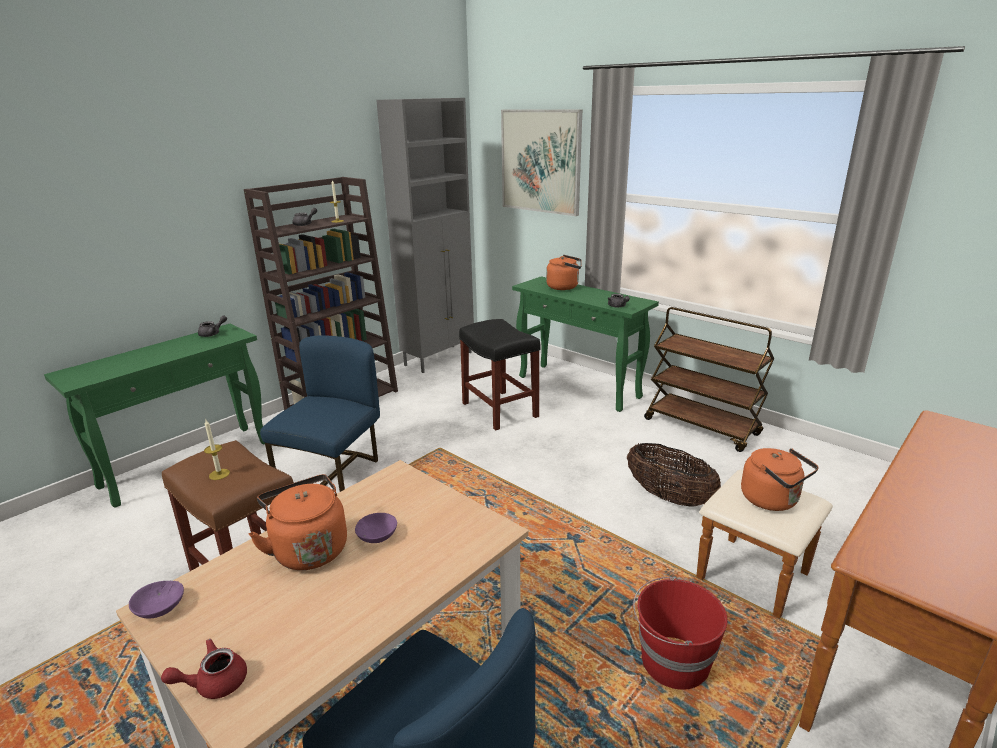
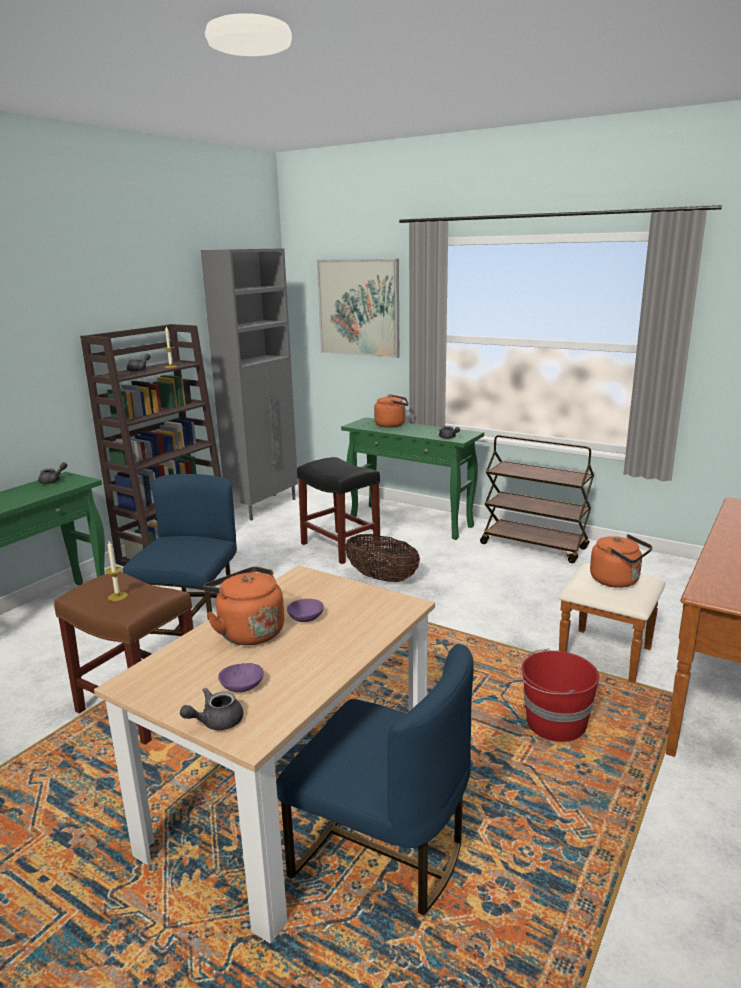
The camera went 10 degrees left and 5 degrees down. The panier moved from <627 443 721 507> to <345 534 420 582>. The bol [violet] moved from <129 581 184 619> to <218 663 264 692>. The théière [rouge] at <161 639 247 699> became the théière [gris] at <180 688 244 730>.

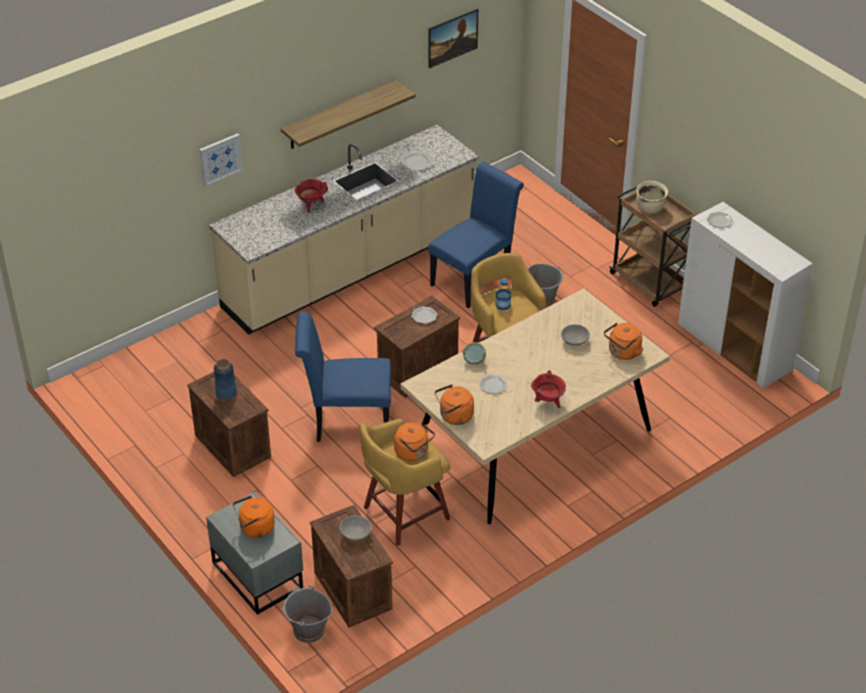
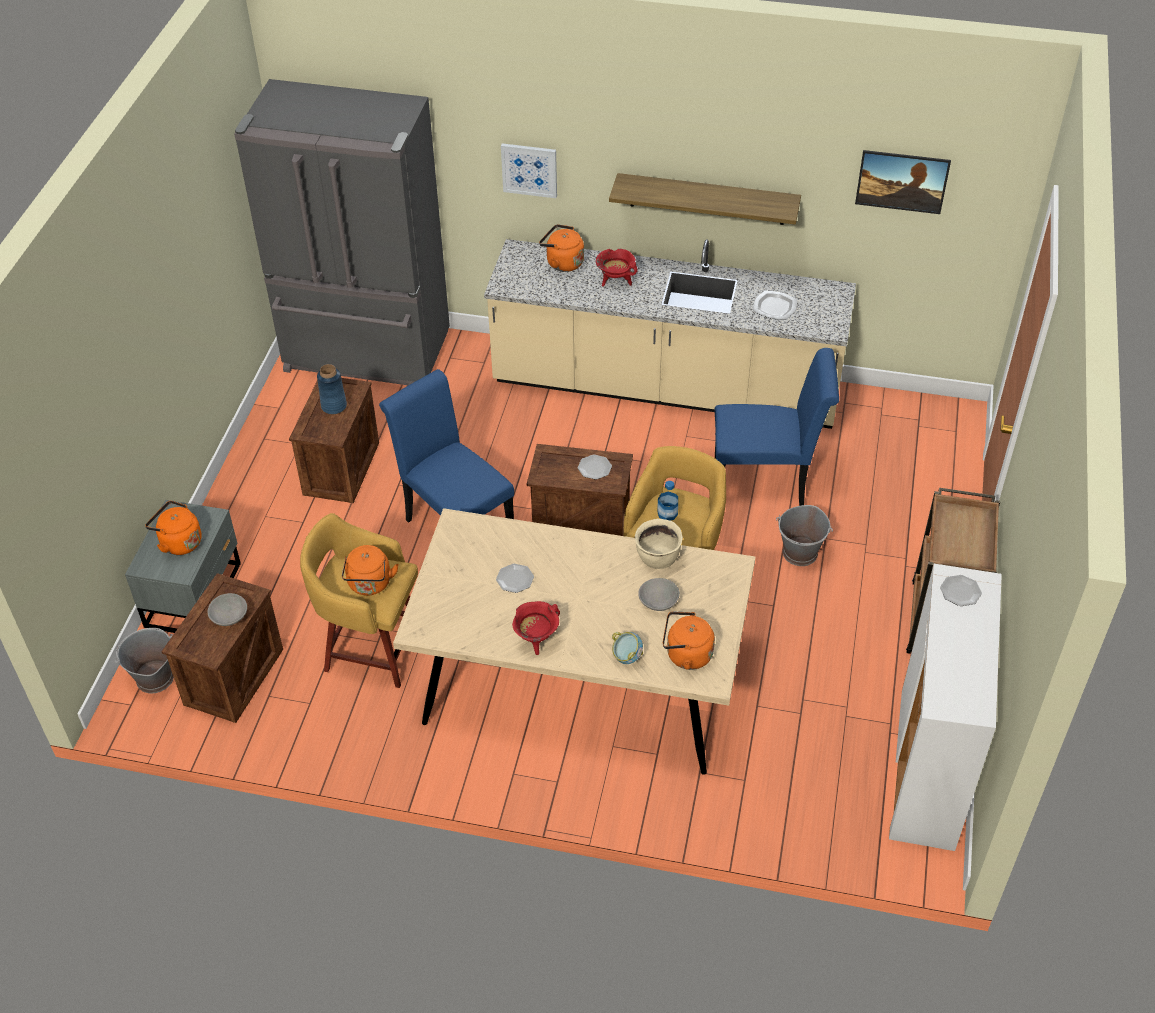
The camera went 50 degrees right and 5 degrees up. The marmite [beige] moved from <636 181 668 214> to <635 519 683 569>. The bol moved from <462 342 486 365> to <612 632 643 664>. The bouilloire [orange] moved from <435 384 474 425> to <539 224 584 272>. The réfrigérateur [gris] at <234 79 450 385> appeared.

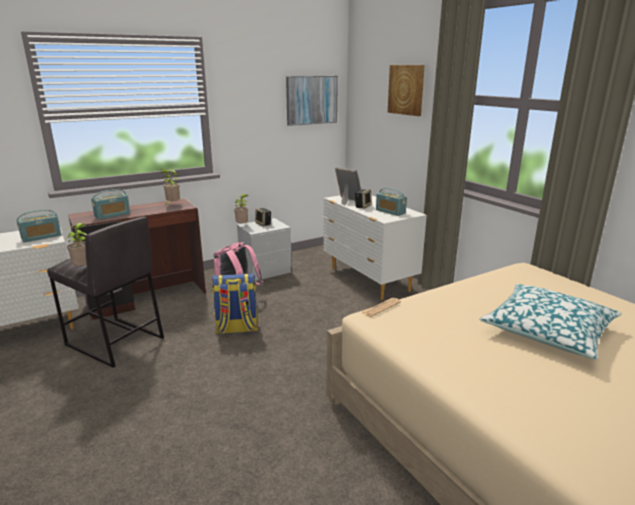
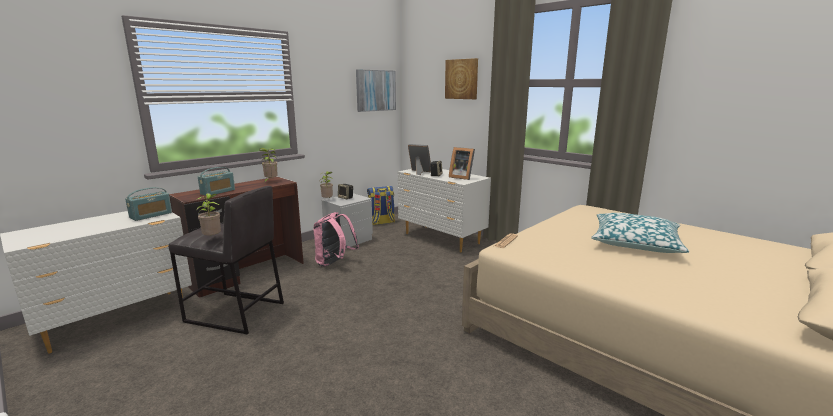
The camera went 15 degrees left and 5 degrees down. The radio at <376 188 407 216> was replaced by the cadre photo at <449 147 475 180>. The sac à dos moved from <212 273 258 334> to <367 186 395 225>.

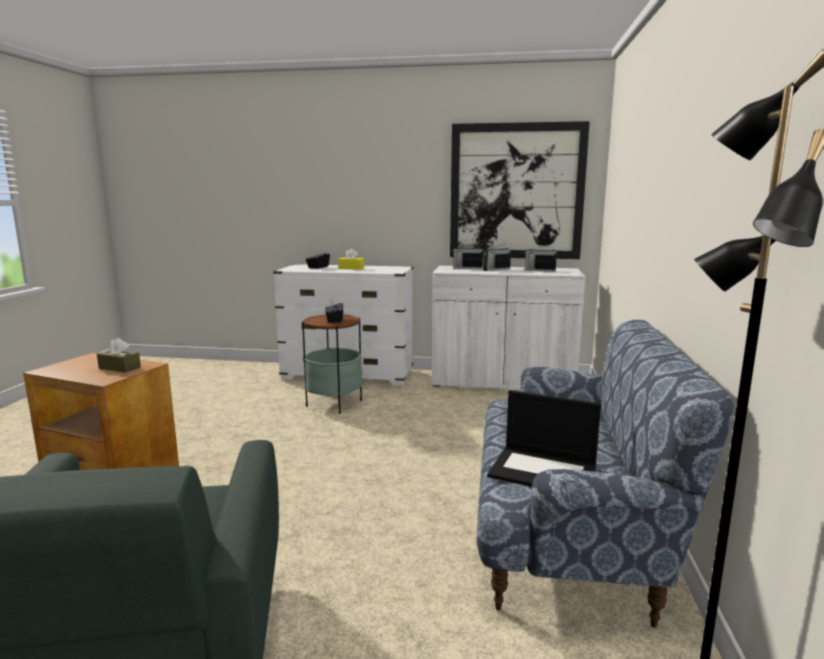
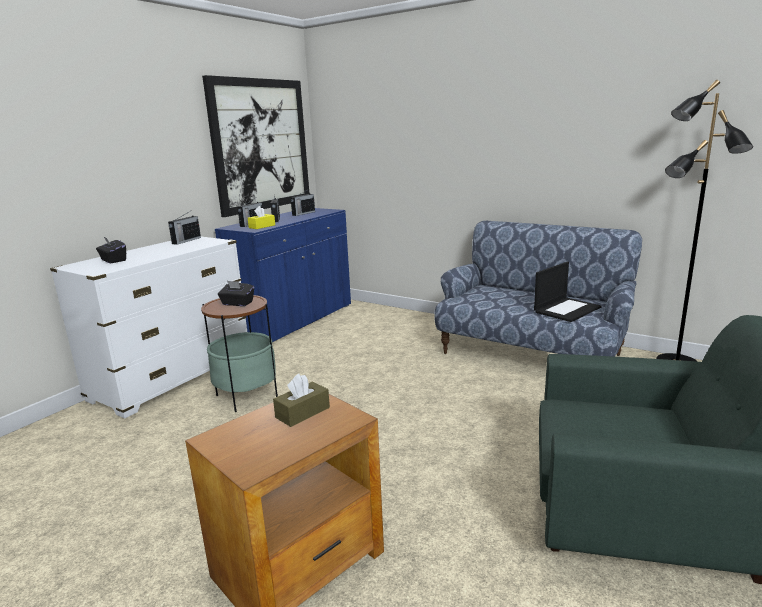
The camera went 65 degrees left and 5 degrees up. The boîte à mouchoirs [jaune] moved from <338 249 364 270> to <248 206 275 229>. The meuble de rangement [blanc] at <432 266 586 390> became the meuble de rangement [bleu] at <215 208 351 342>. The radio at <168 211 201 245> appeared.

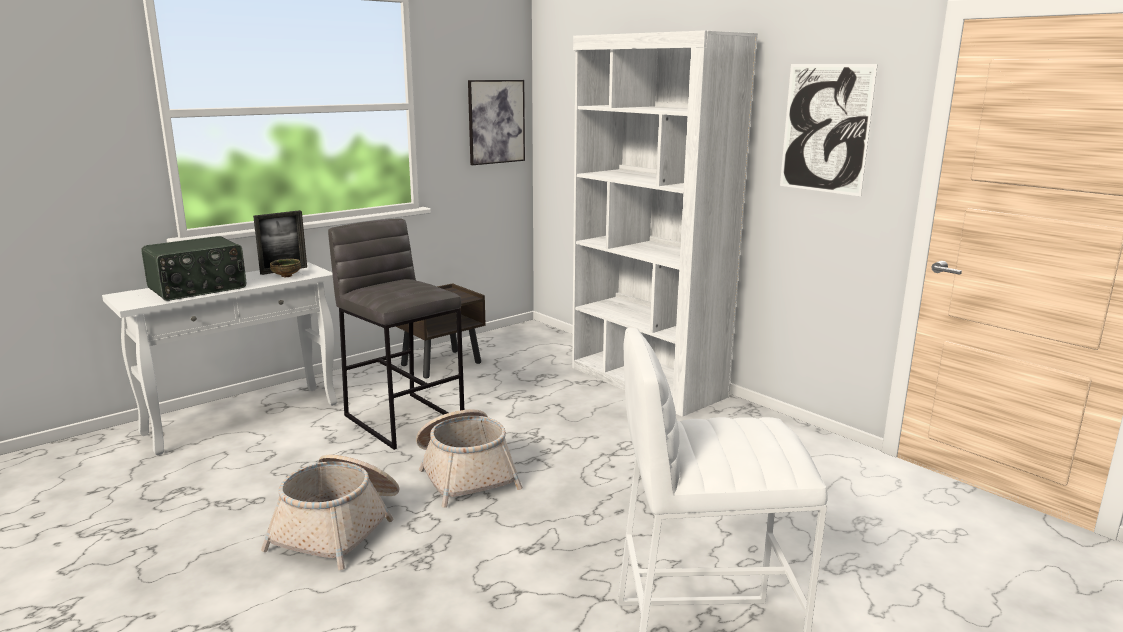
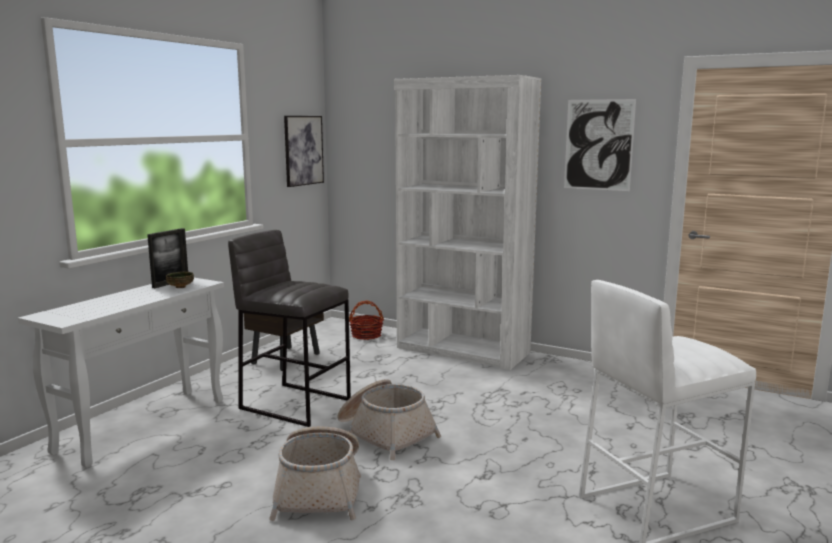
The camera went 20 degrees left and 5 degrees down. The radio at <141 236 246 301> disappeared. The panier at <349 300 384 340> appeared.

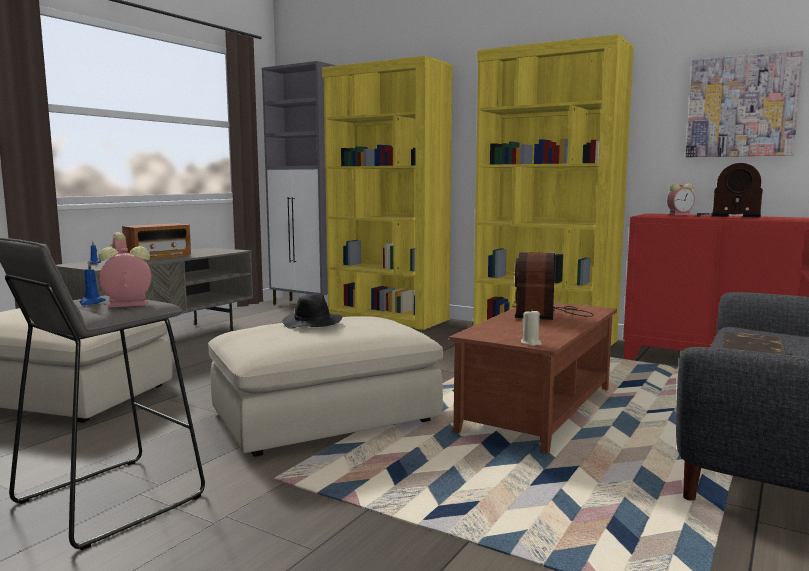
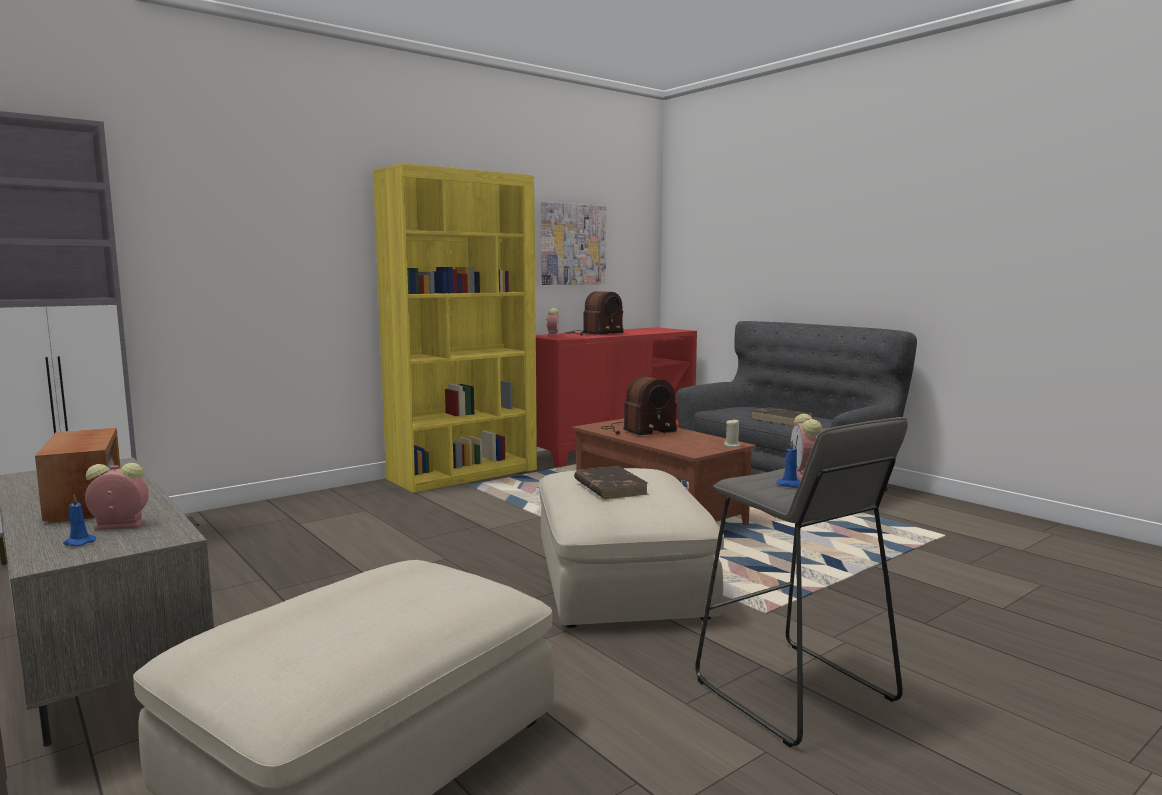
The camera went 70 degrees left and 0 degrees up. The bibliothèque [jaune] at <322 56 452 330> disappeared. The radio at <512 252 594 320> turned 60 degrees counterclockwise. The chapeau [noir] at <283 294 342 329> was replaced by the livre [marron] at <574 466 648 499>.

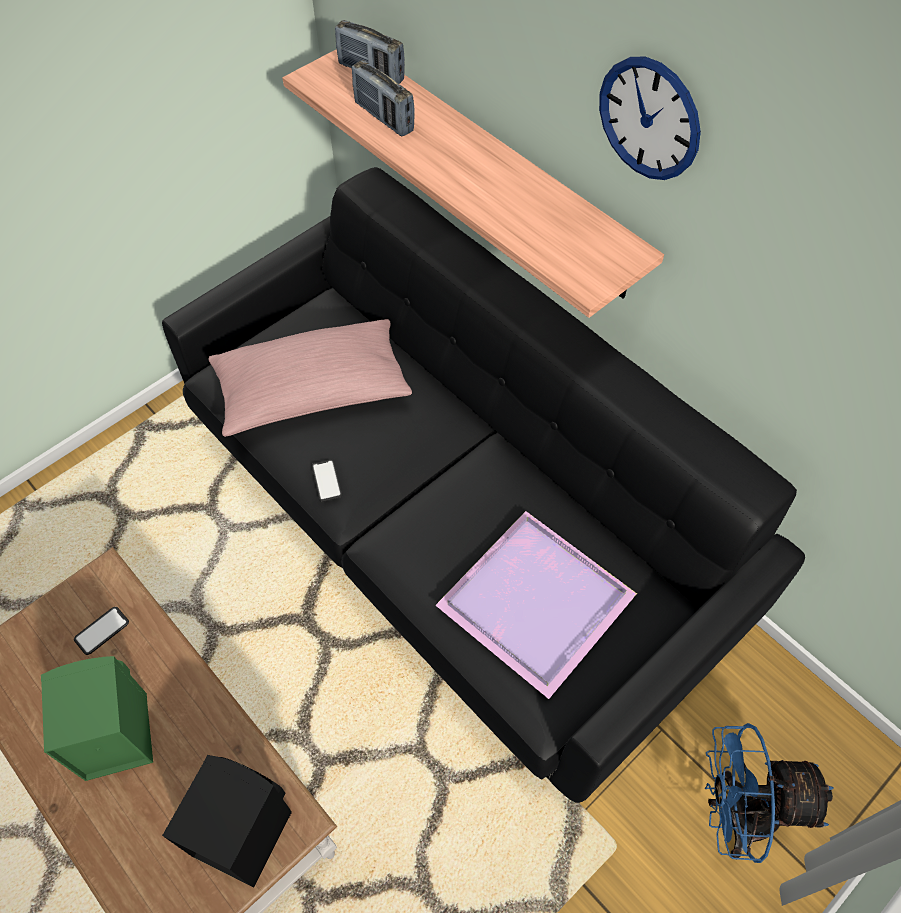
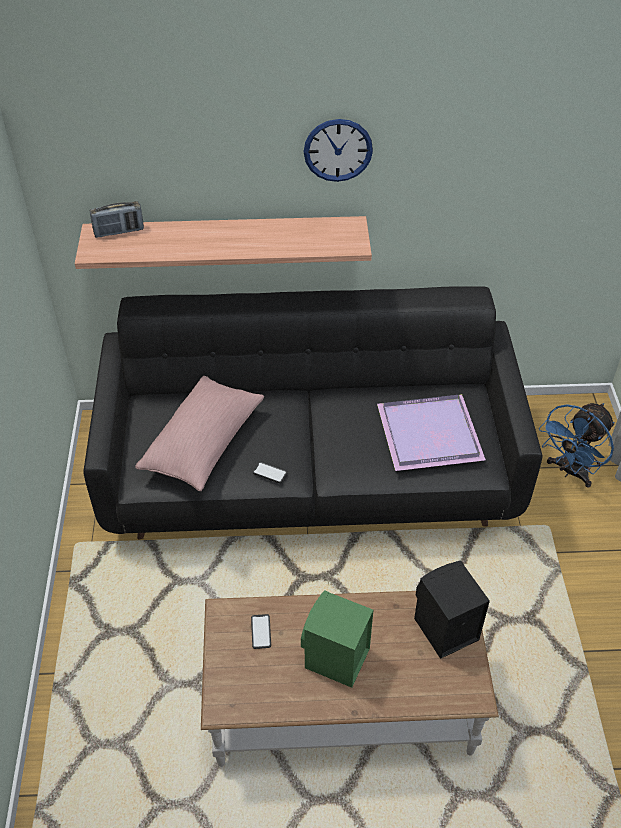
The camera went 50 degrees left and 10 degrees down. The radio at <352 60 415 136> disappeared.

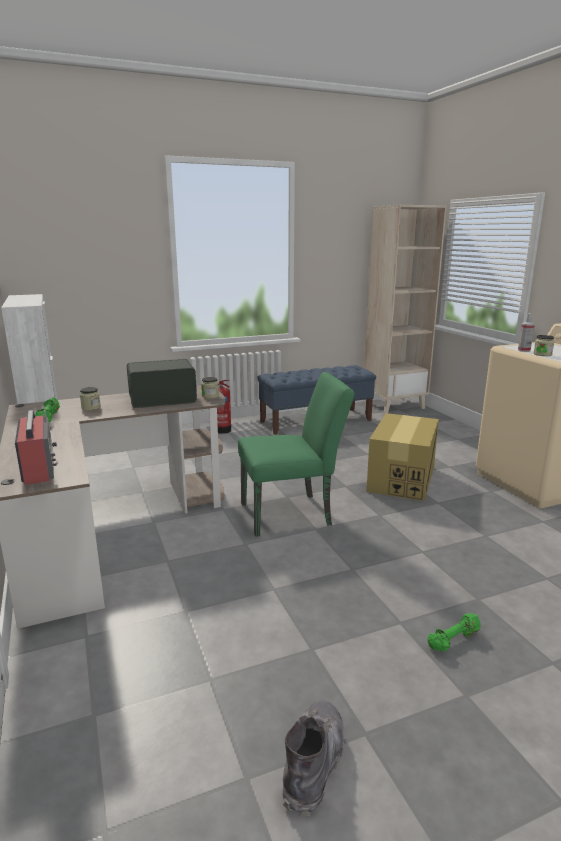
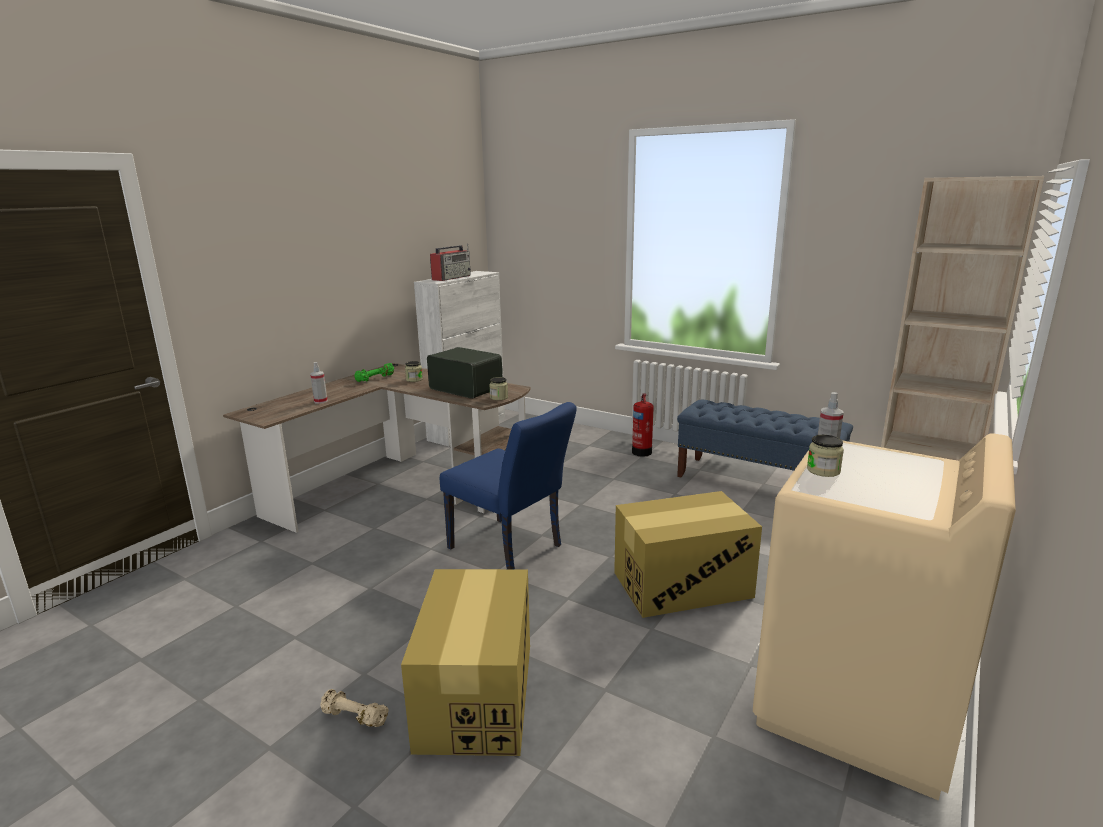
The camera went 55 degrees right and 0 degrees up. The chaise [vert] at <238 372 354 537> became the chaise [bleu] at <440 402 577 569>. The radio moved from <15 405 57 485> to <430 243 471 281>. The haltère [vert] at <427 613 481 652> became the haltère [beige] at <321 689 388 727>. The botte [gris] at <283 700 344 816> disappeared. The vaporisateur at <310 362 328 404> appeared. The carton at <401 569 530 756> appeared.

